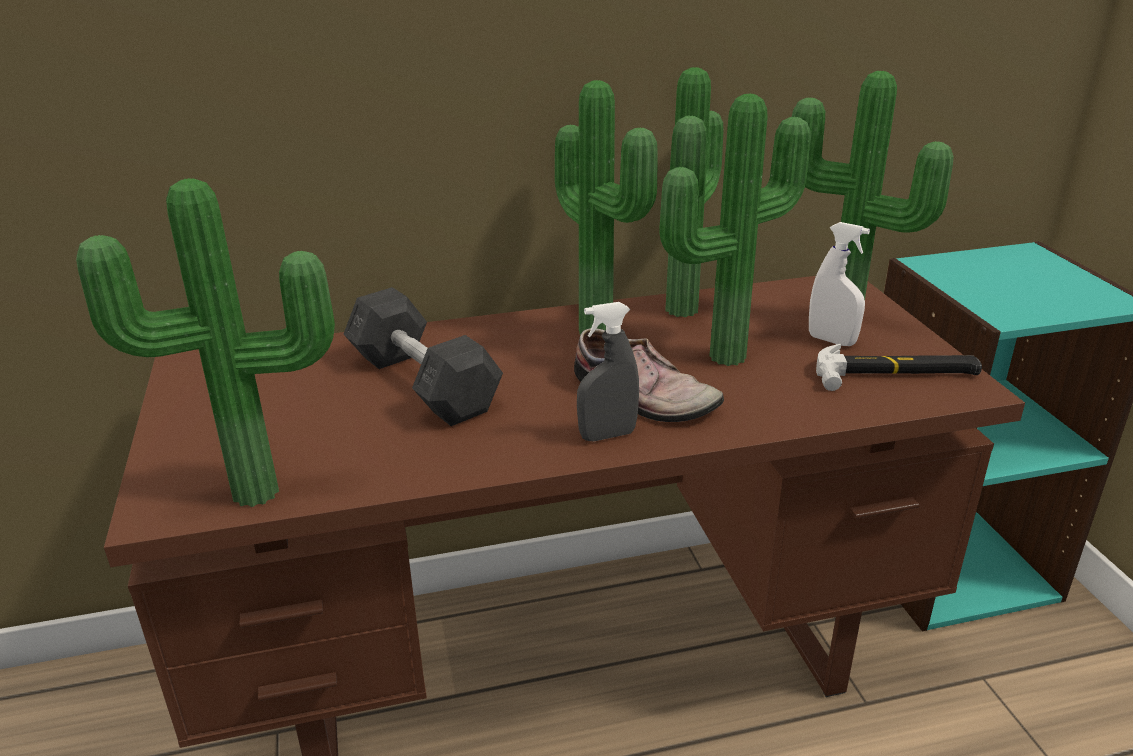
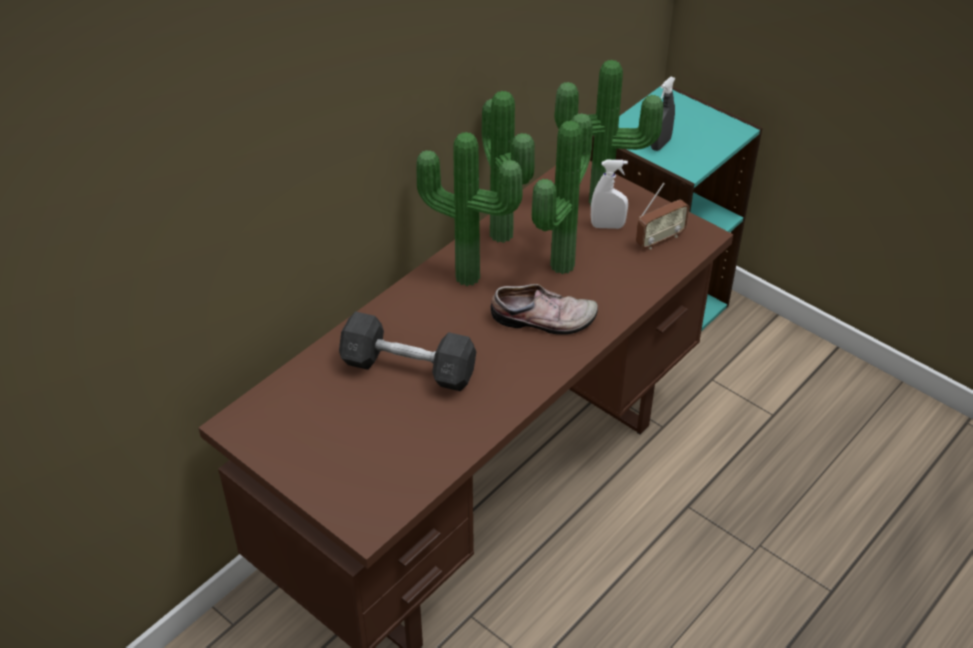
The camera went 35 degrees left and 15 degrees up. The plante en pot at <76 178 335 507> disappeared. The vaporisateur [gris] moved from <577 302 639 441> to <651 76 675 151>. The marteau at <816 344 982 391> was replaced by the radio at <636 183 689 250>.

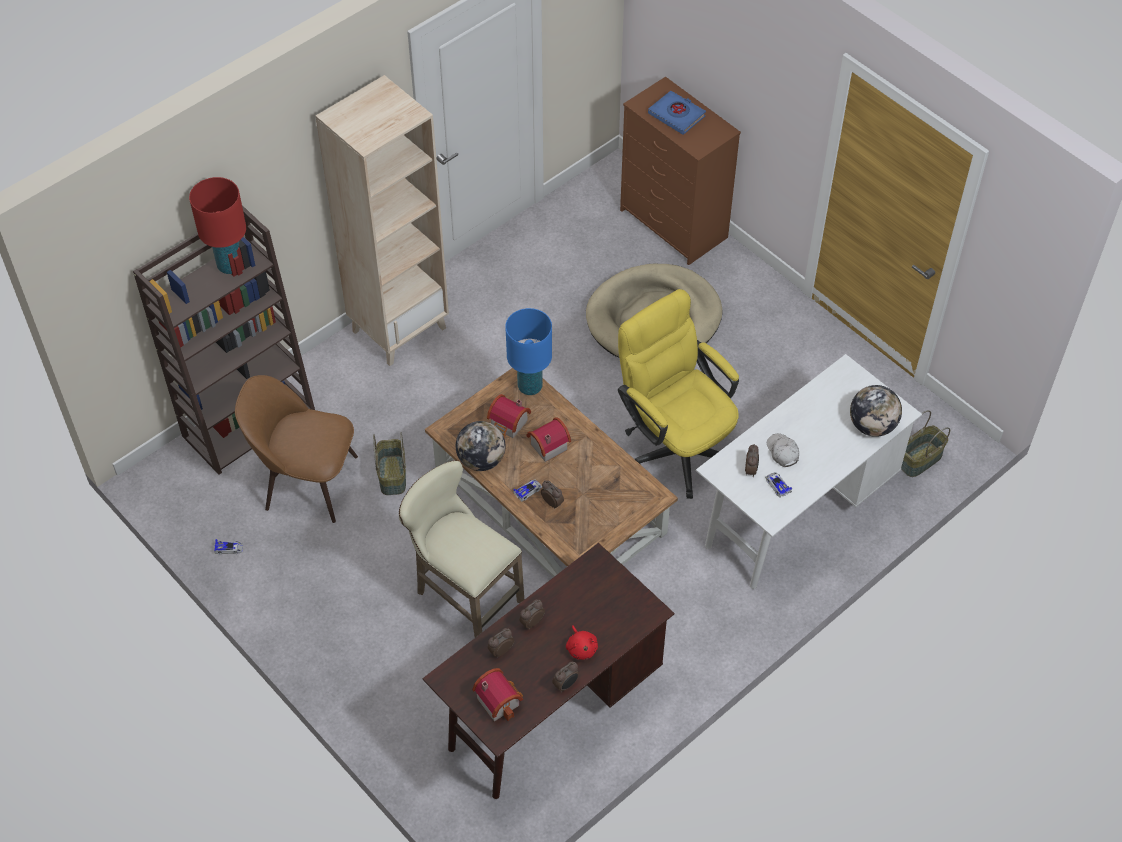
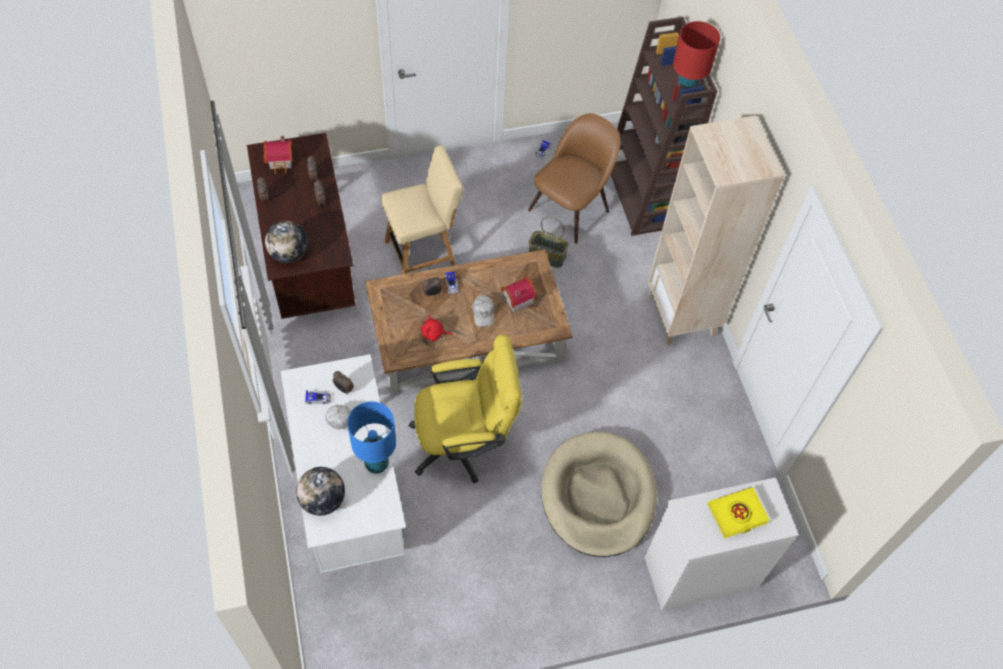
The camera went 115 degrees right and 5 degrees up. The commode [marron] at <620 77 741 265> became the commode [blanc] at <645 477 799 611>. The livre [bleu] at <648 91 706 135> became the livre [jaune] at <708 487 770 538>. The lampe de table [bleu] moved from <505 308 552 395> to <347 401 396 474>. The panier at <901 410 950 477> disappeared. The maison miniature at <526 417 571 462> was replaced by the casquette [blanc] at <472 296 494 327>. The globe moved from <456 421 506 471> to <265 221 308 263>. The tabouret [beige] at <399 460 524 637> was replaced by the chaise [beige] at <381 145 463 275>. The peluche [rouge] moved from <566 625 598 660> to <421 316 453 341>.

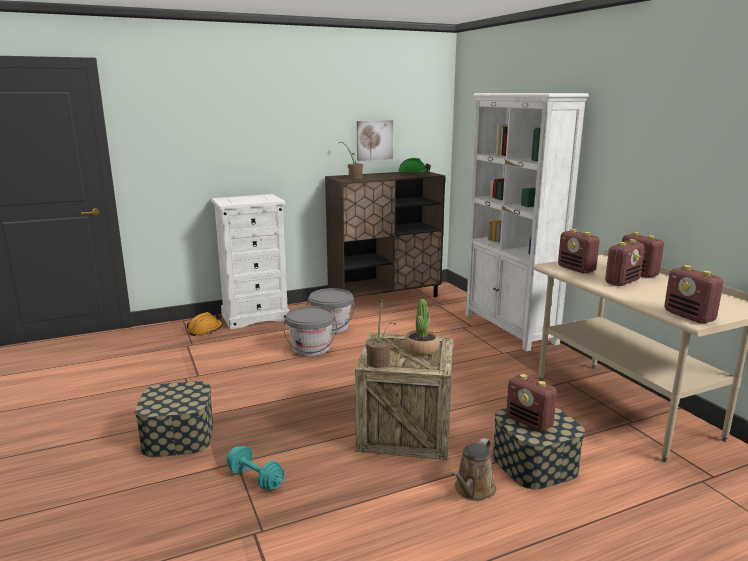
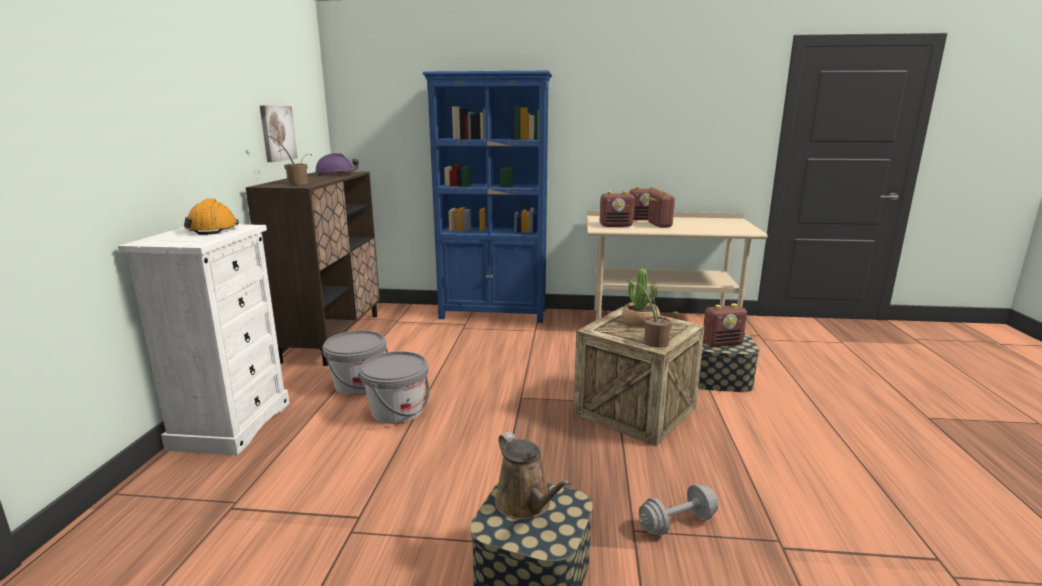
The camera went 60 degrees left and 0 degrees up. The bibliothèque [blanc] at <465 93 589 351> became the bibliothèque [bleu] at <422 71 552 323>. The casque de chantier [vert] at <398 158 431 175> became the casque de chantier [violet] at <315 153 359 176>. The radio at <664 265 723 323> disappeared. The casque de chantier [orange] moved from <187 312 223 336> to <184 198 239 235>. The arrosoir [marron] moved from <452 438 496 501> to <495 432 571 520>. The haltère [turquoise] at <226 446 284 490> became the haltère [gris] at <638 484 718 535>.

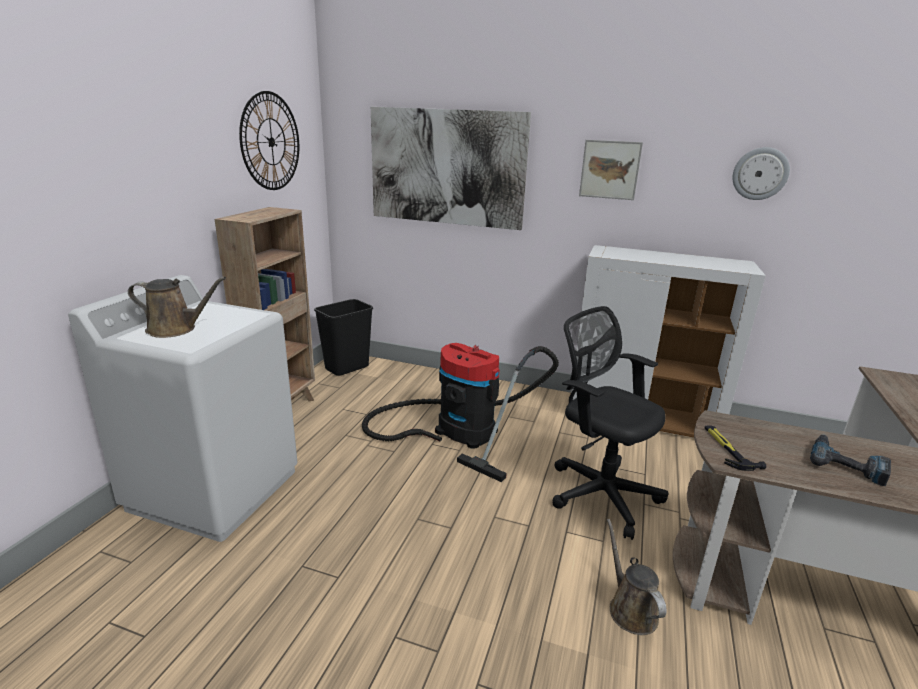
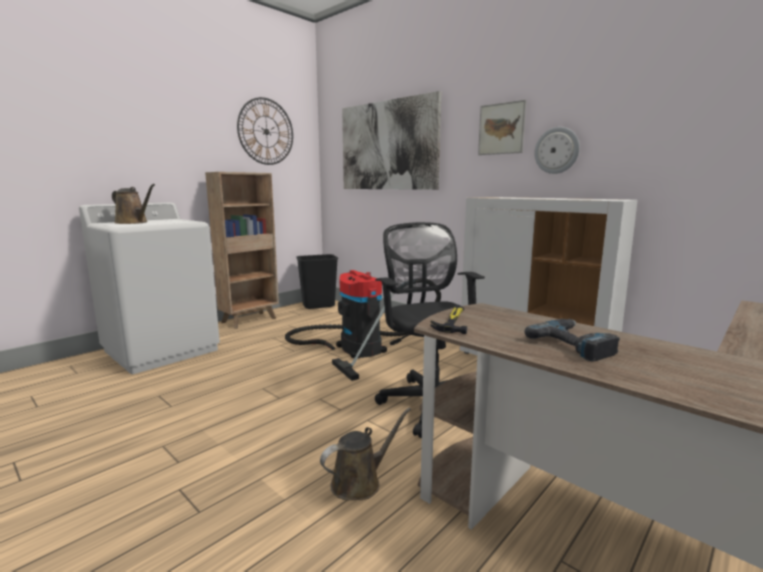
The camera went 25 degrees right and 10 degrees down. The horloge murale moved from <732 147 790 200> to <534 127 580 174>. The arrosoir [marron] at <607 519 667 635> turned 45 degrees clockwise.

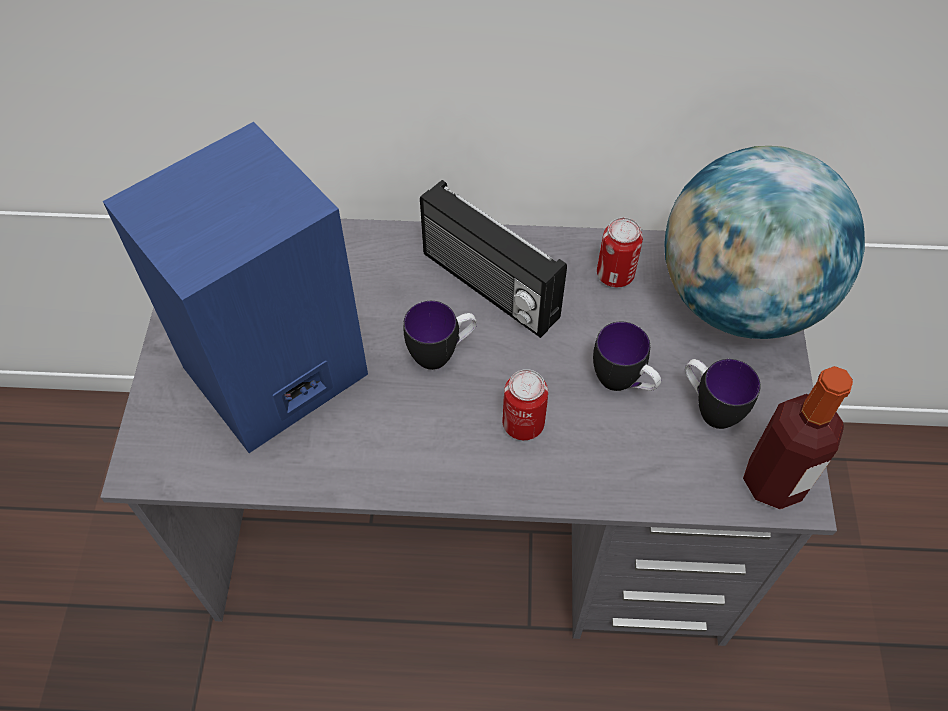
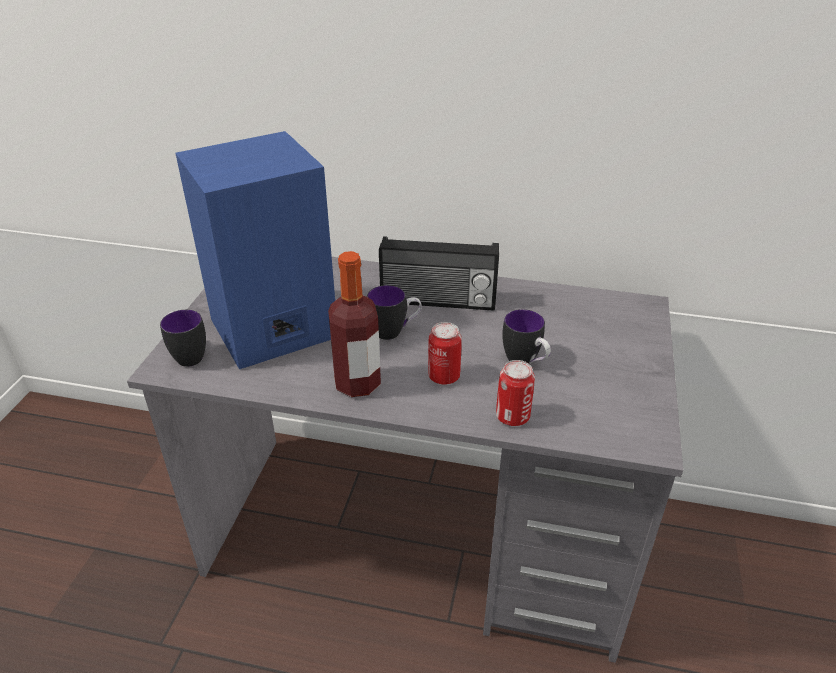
The camera went 10 degrees right and 20 degrees down. The globe at <665 146 865 339> disappeared. The radio at <420 180 567 338> turned 45 degrees counterclockwise. The boîte métallique moved from <597 217 643 287> to <496 360 535 426>. The mug moved from <685 359 761 429> to <160 310 206 367>. The bouteille moved from <743 366 853 509> to <328 251 381 397>.

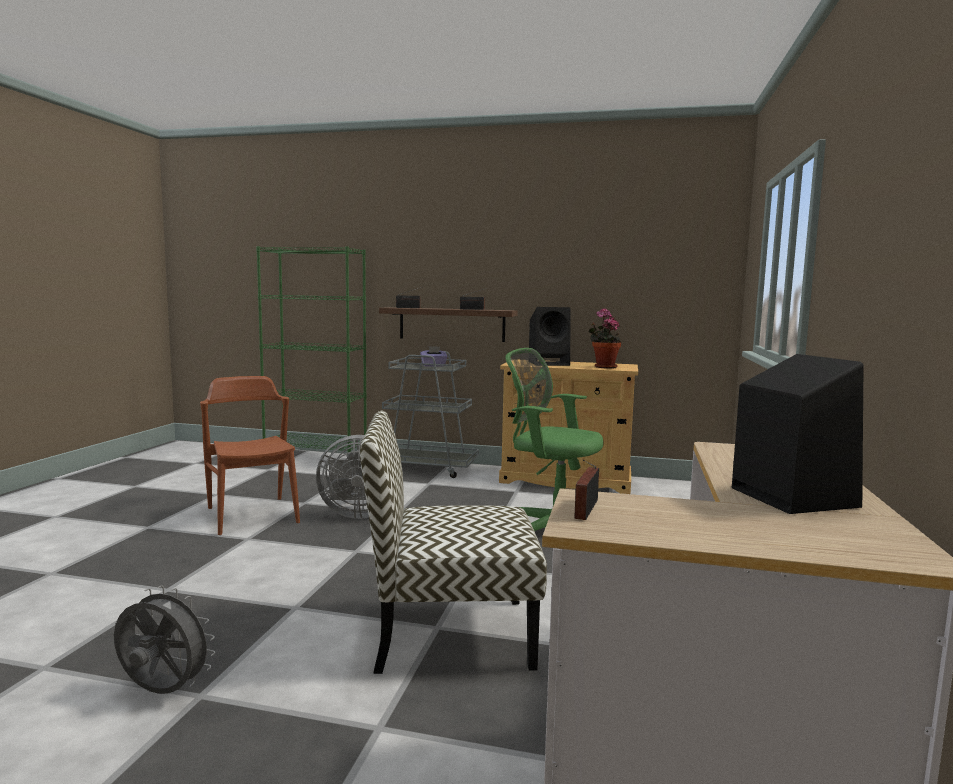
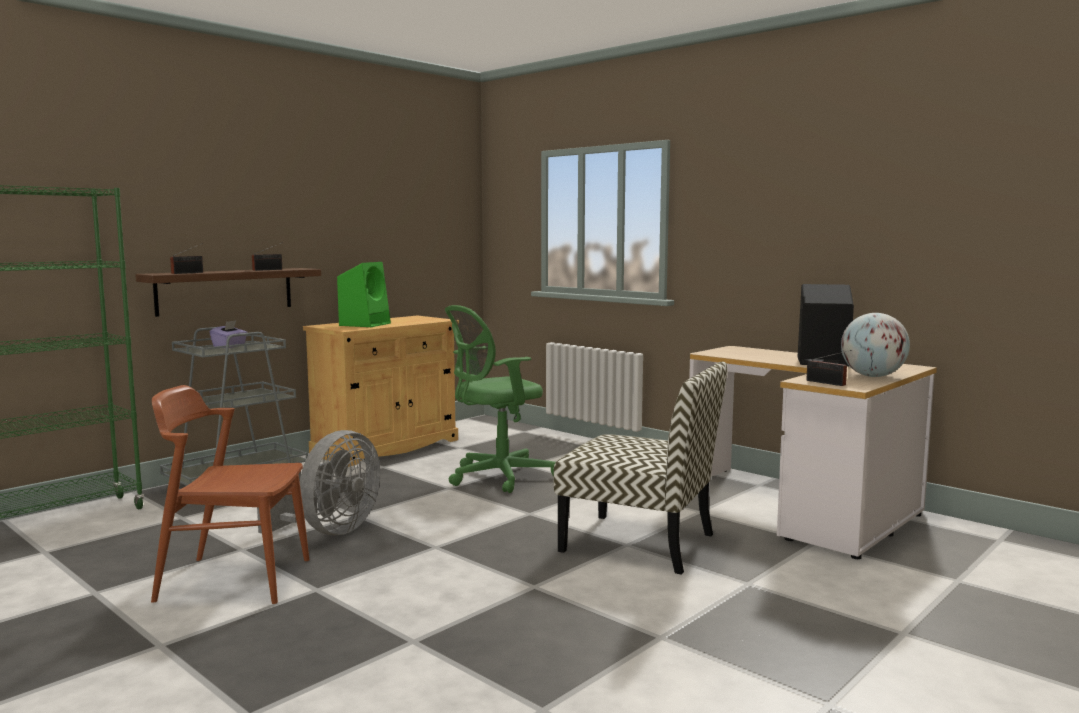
The camera went 60 degrees left and 0 degrees up. The enceinte [noir] at <529 307 570 366> became the enceinte [vert] at <337 262 391 327>. The plante en pot at <588 308 621 369> disappeared. The chaise at <360 411 547 674> turned 90 degrees counterclockwise. The ventilateur [gris] at <114 586 215 694> disappeared. The globe at <841 313 910 377> appeared.

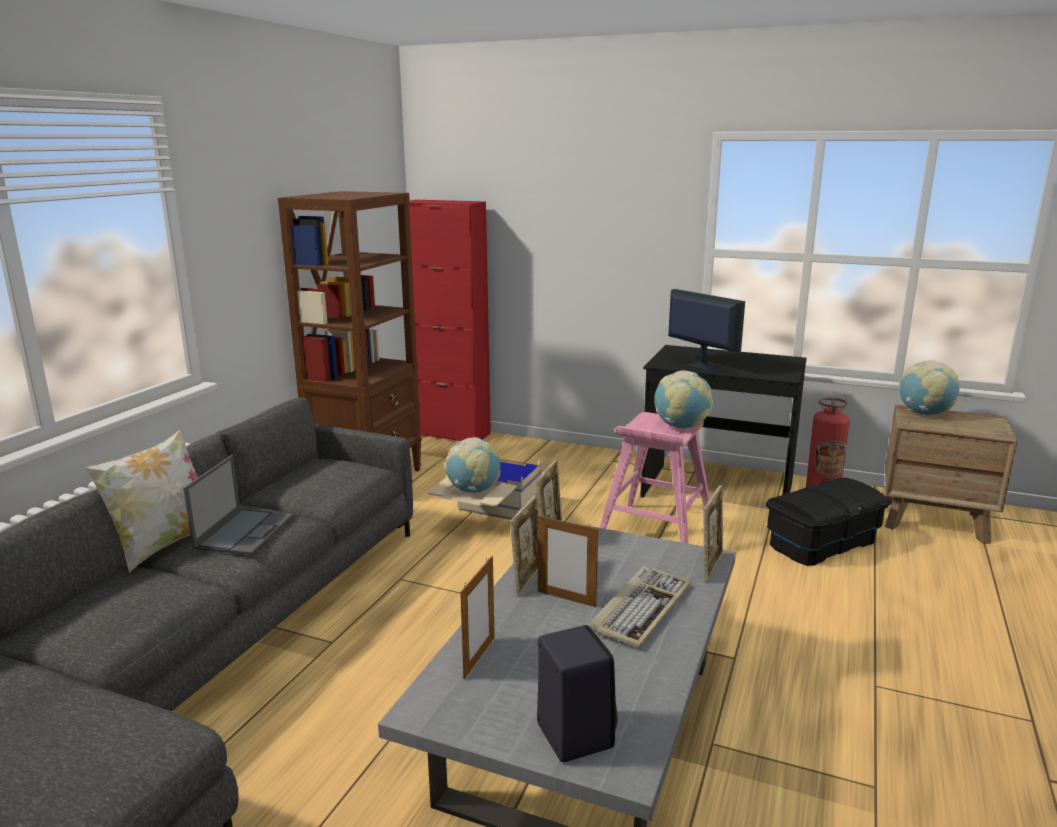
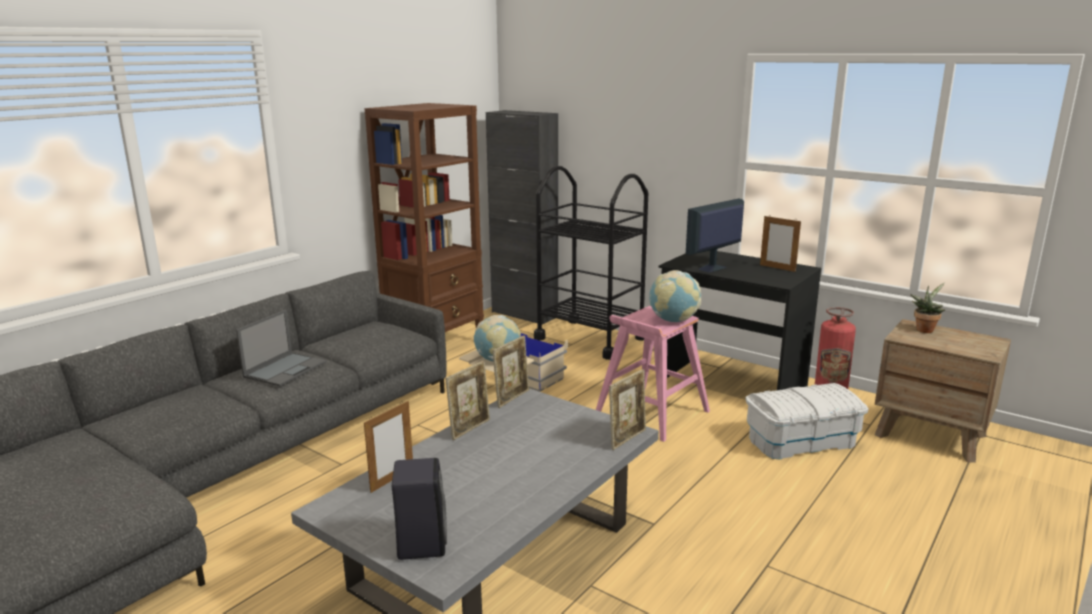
The camera went 15 degrees right and 0 degrees up. The meuble de rangement [rouge] at <409 200 491 441> became the meuble de rangement [noir] at <486 110 558 324>. The écran d'ordinateur at <668 289 745 371> turned 105 degrees counterclockwise. The globe at <898 360 960 415> was replaced by the plante en pot at <910 283 945 333>. The coussin at <84 428 198 573> disappeared. The boîte de rangement [noir] at <766 477 890 566> became the boîte de rangement [blanc] at <746 383 869 459>. The cadre photo moved from <538 514 598 607> to <760 216 801 272>. The clavier at <590 566 691 648> disappeared. The chariot [noir] at <534 166 648 360> appeared.

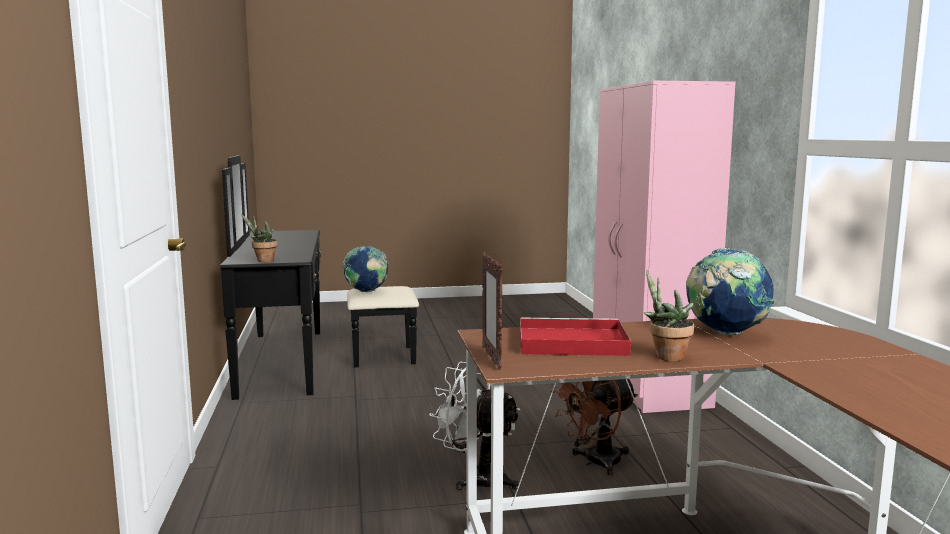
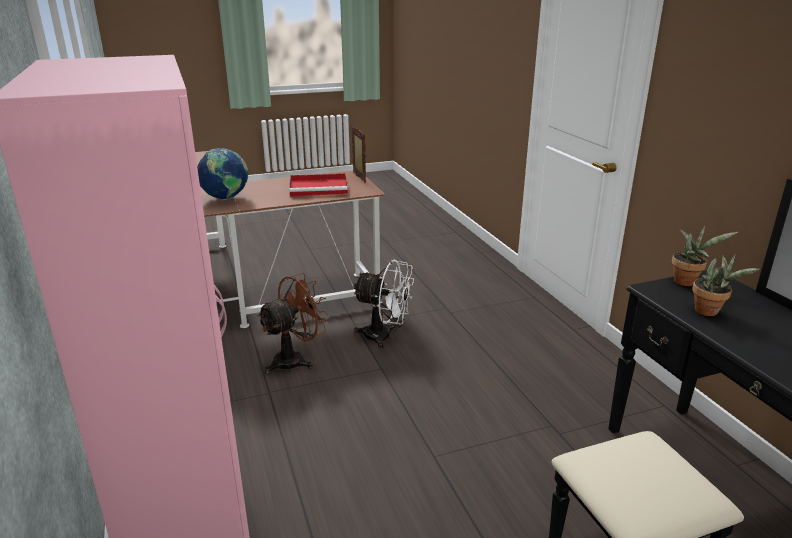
The camera went 170 degrees right and 15 degrees up. The globe at <343 246 389 292> disappeared. The plante en pot moved from <643 271 694 361> to <692 255 760 316>.

